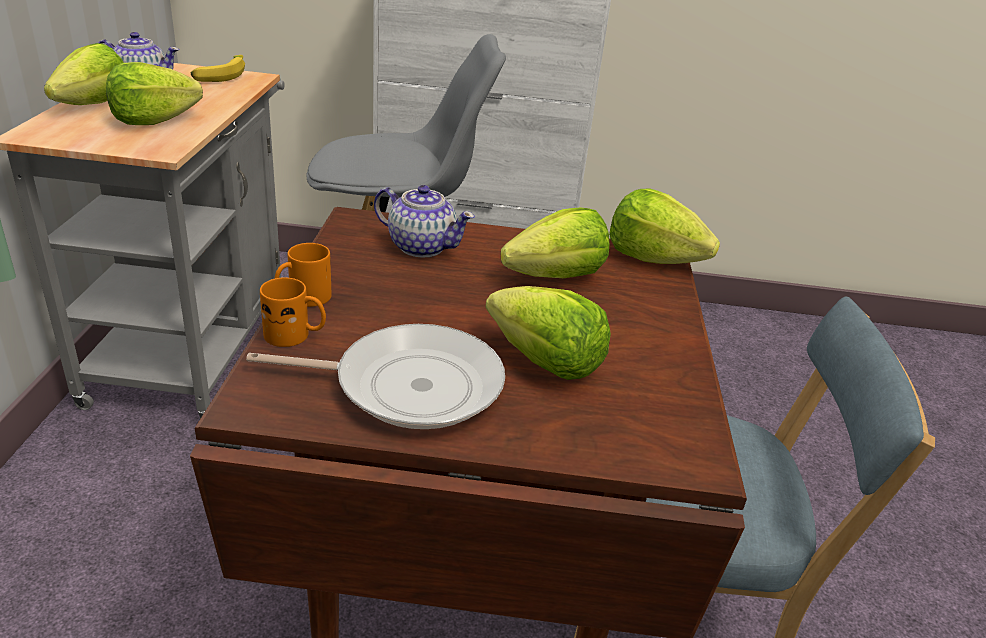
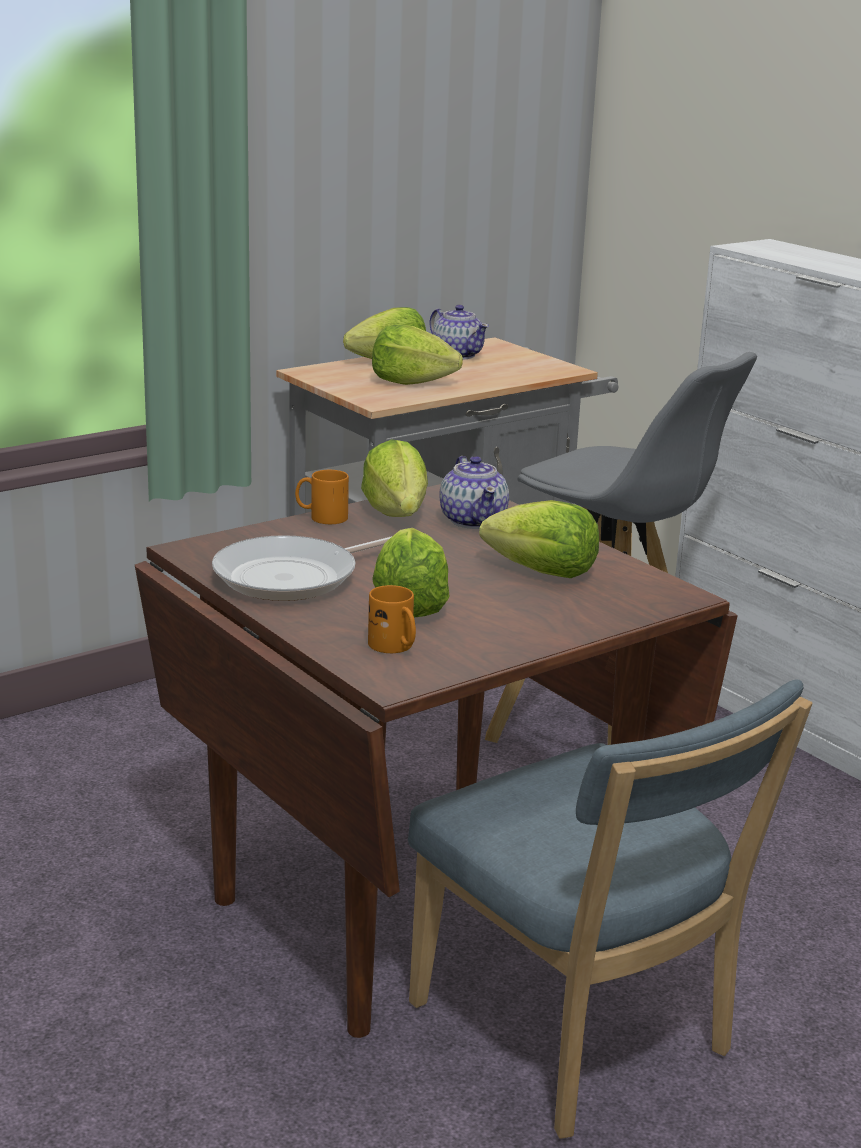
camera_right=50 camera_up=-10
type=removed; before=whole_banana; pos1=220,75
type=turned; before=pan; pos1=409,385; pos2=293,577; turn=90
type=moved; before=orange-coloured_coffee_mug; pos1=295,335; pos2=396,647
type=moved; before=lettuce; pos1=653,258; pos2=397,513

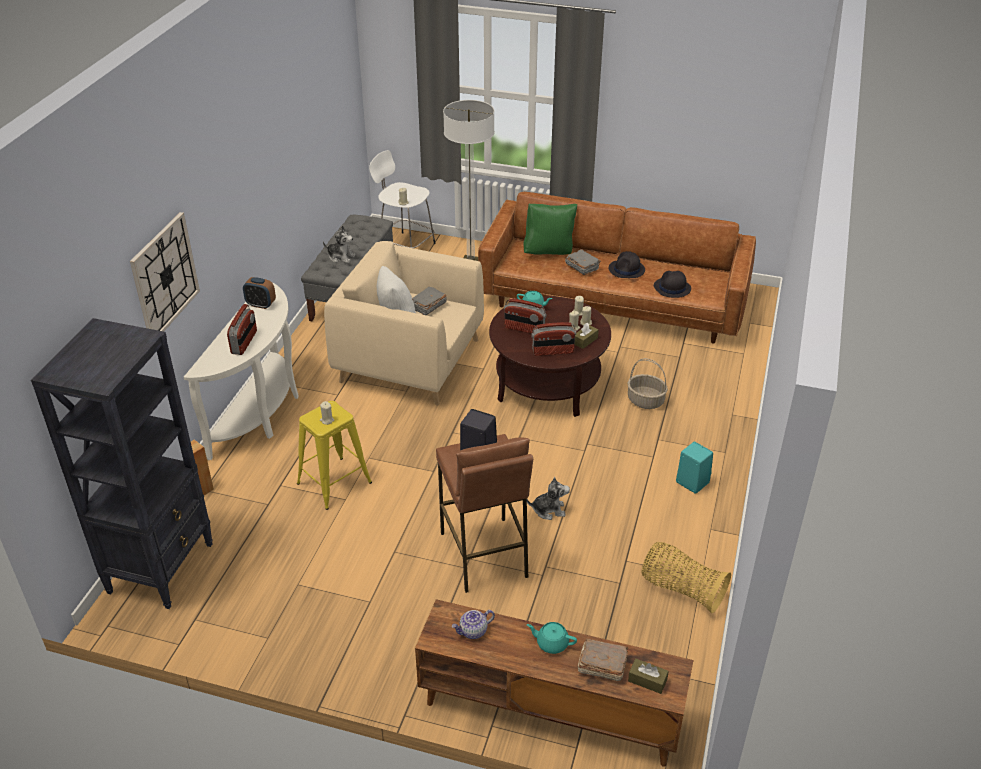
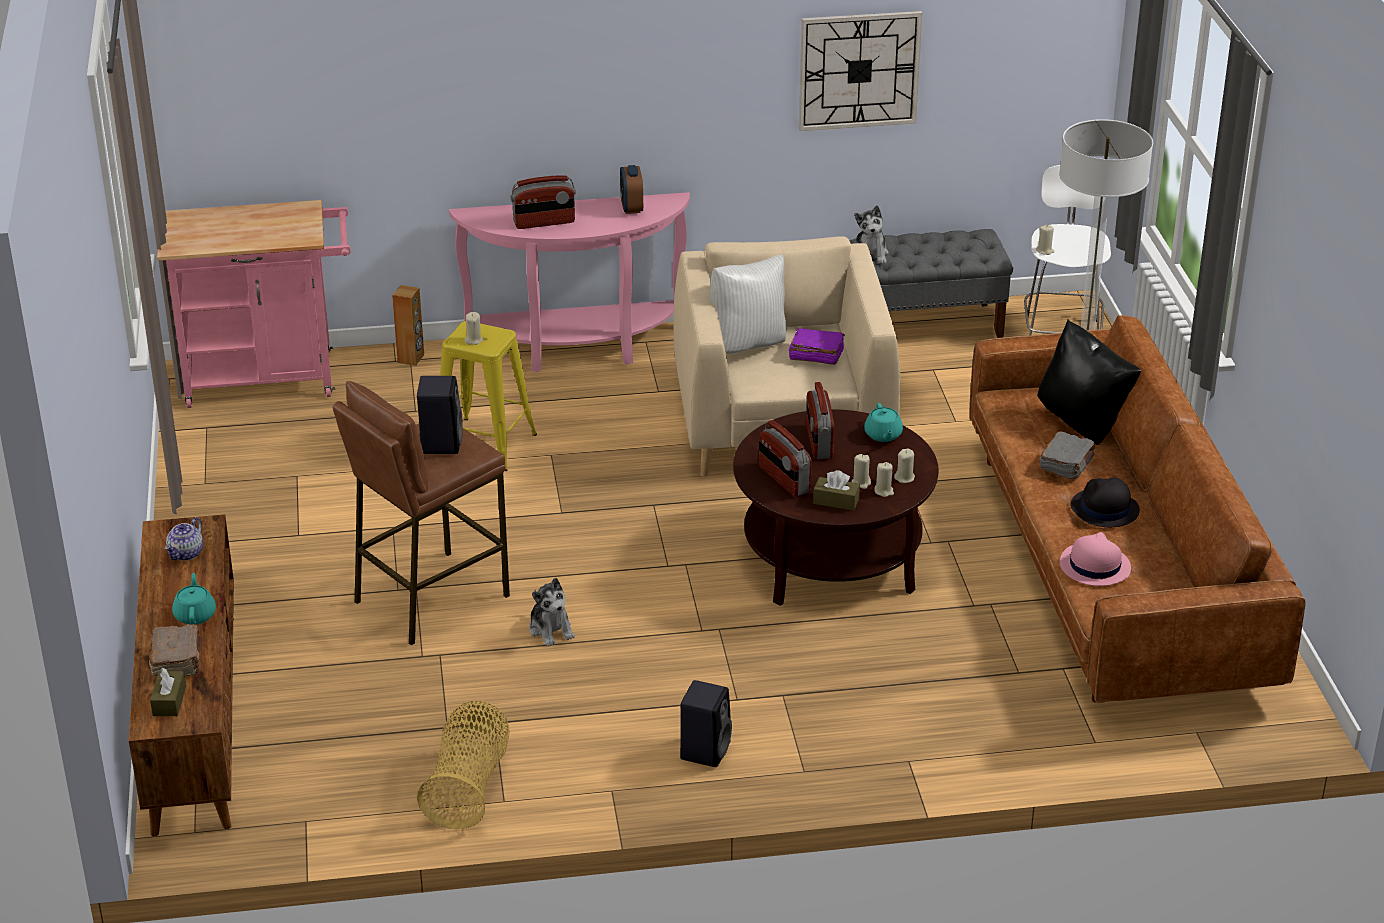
camera_right=65 camera_up=-5
type=replaced; before=black-coloured_shelving_unit; after=pink-coloured_cart; pos1=162,567; pos2=270,378
type=moved; before=clock_on_the_wall; pos1=165,276; pos2=859,70
type=recoloured; before=white-coloured_narrow_table; after=pink-coloured_narrow_table; pos1=262,413; pos2=577,349
type=recoloured; before=gray_book; after=purple_book; pos1=428,306; pos2=815,355
type=turned; before=tea_pot; pos1=473,631; pos2=186,554; turn=-105
type=recoloured; before=greenish_pillow; after=black-coloured_pillow; pos1=549,251; pos2=1083,424
type=removed; before=basket; pos1=646,400
type=recoloured; before=black-coloured_wearable_hat; after=pink-coloured_wearable_hat; pos1=672,288; pos2=1094,566
type=recoloured; before=blue-green_speaker; after=black-coloured_speaker; pos1=691,482; pos2=705,749

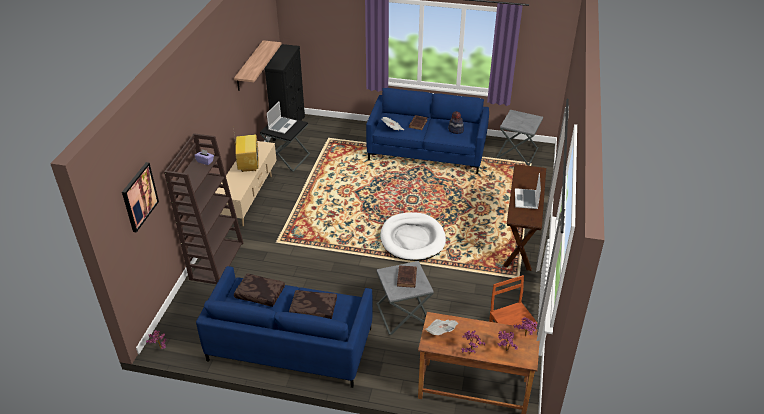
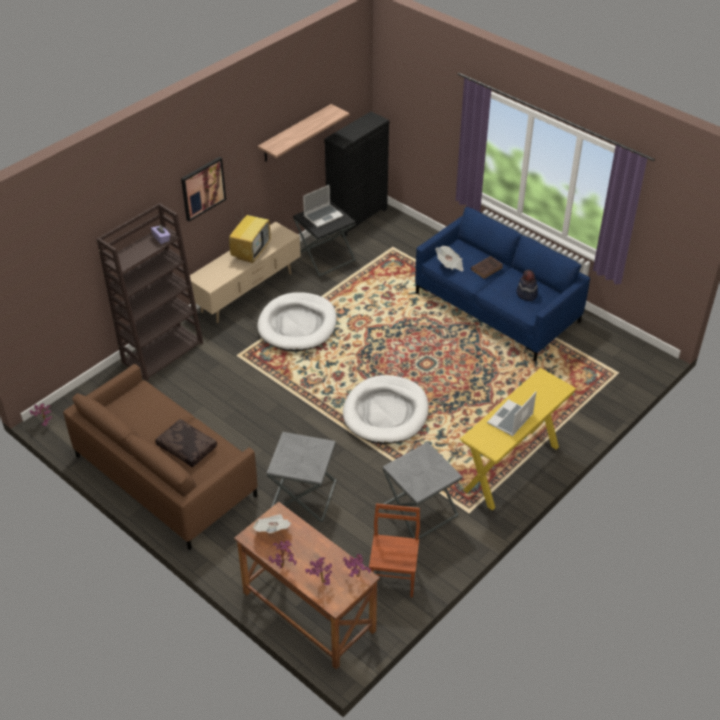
camera_right=30 camera_up=5
type=moved; before=wall_art; pos1=139,196; pos2=202,188
type=recoloured; before=blue_settee; after=brownish_settee; pos1=290,344; pos2=165,475
type=removed; before=brownish_pillow; pos1=259,294
type=removed; before=brownish_book; pos1=406,278
type=moved; before=gray_end_table; pos1=517,153; pos2=420,511
type=recoloured; before=brownish_narrow_table; after=yellow-coloured_narrow_table; pos1=520,241; pos2=511,468
type=added; after=white-coloured_dog_bed; pos2=297,325

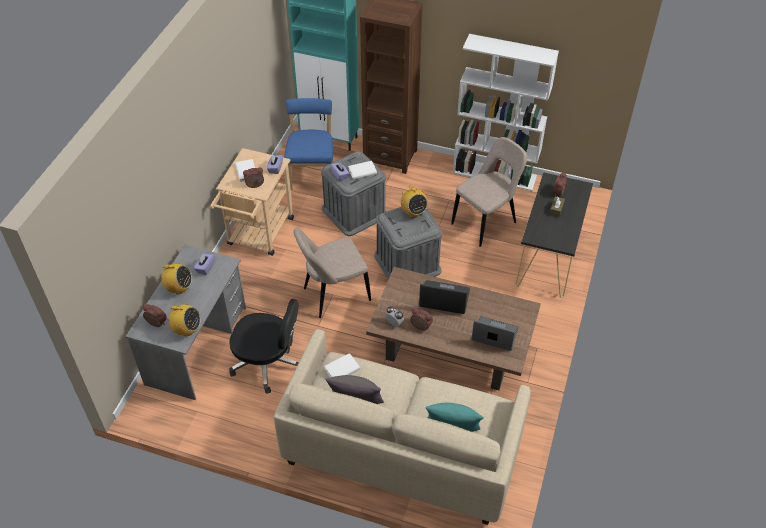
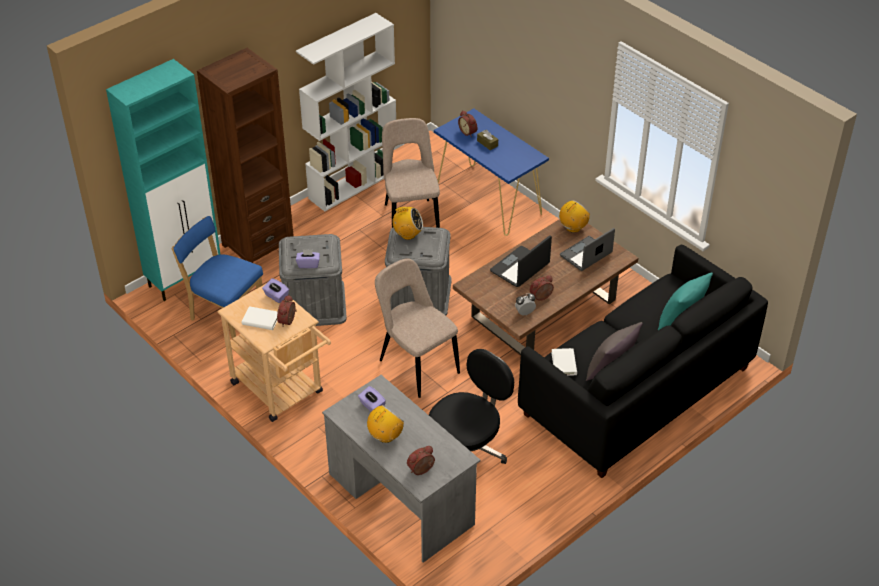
camera_right=-60 camera_up=-5
type=moved; before=radio_receiver; pos1=187,330; pos2=573,228
type=recoloured; before=beige-coloured_settee; after=black-coloured_settee; pos1=401,450; pos2=636,391
type=turned; before=beige-coloured_upright_chair; pos1=333,295; pos2=416,365; turn=135
type=removed; before=white-coloured_book; pos1=362,171
type=recoloured; before=black-coloured_narrow_table; after=blue_narrow_table; pos1=548,257; pos2=489,200

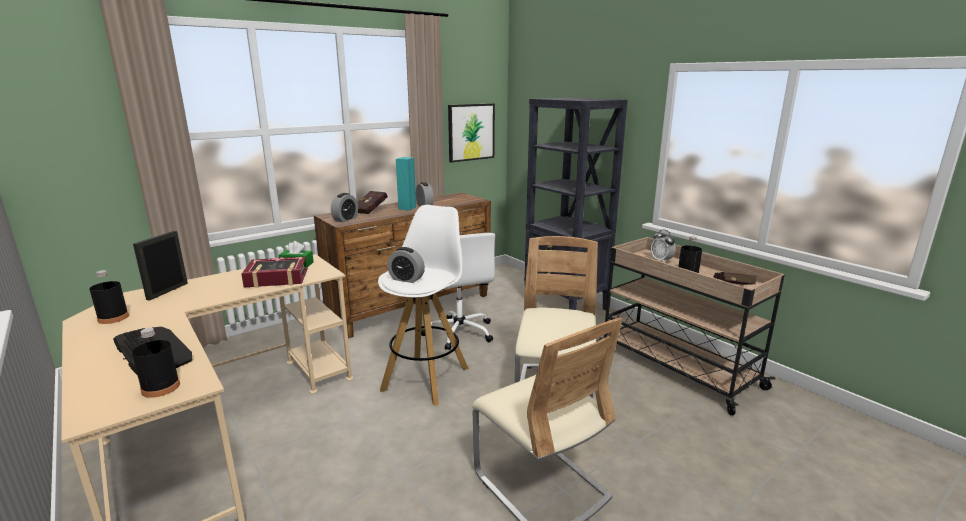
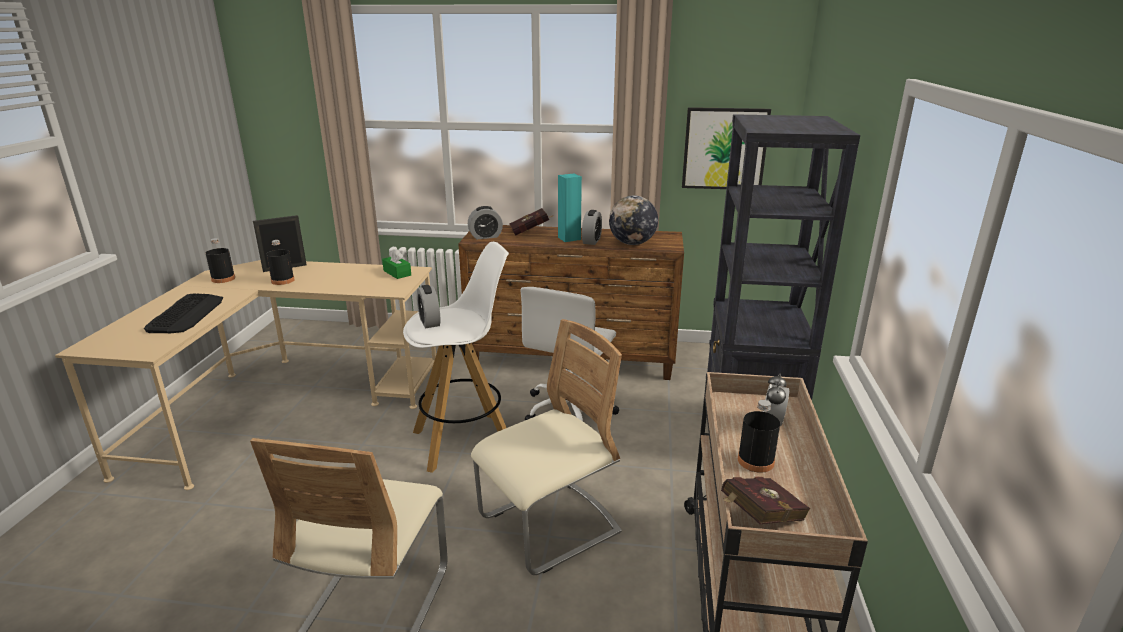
camera_right=45 camera_up=5
type=moved; before=black-coloured_bottle; pos1=161,387; pos2=282,280
type=removed; before=book; pos1=276,278
type=added; after=globe; pos2=632,243

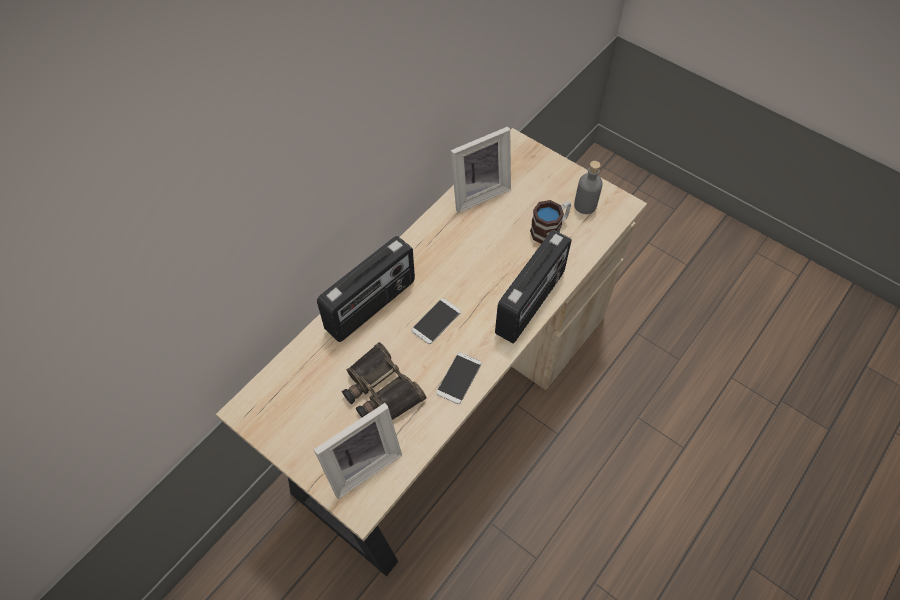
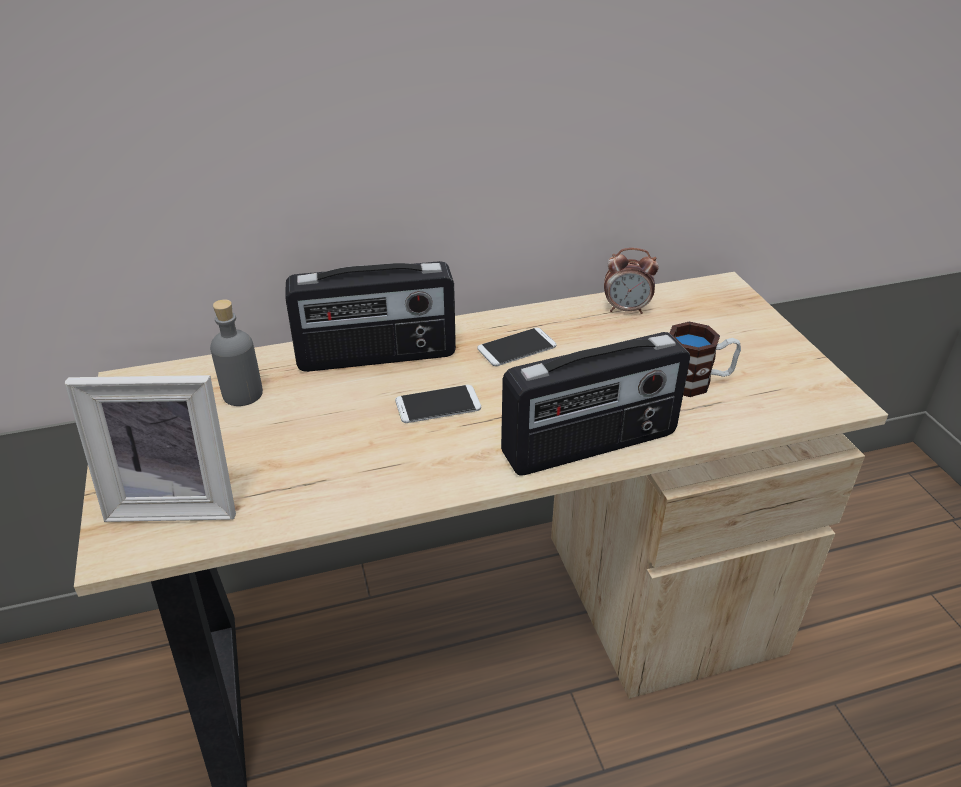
camera_right=35 camera_up=-20
type=removed; before=pair_of_binoculars; pos1=380,390
type=moved; before=handset; pos1=459,378; pos2=517,348
type=replaced; before=picture_frame; after=alarm_clock; pos1=477,192; pos2=626,309
type=moved; before=gray_bottle; pos1=585,205; pos2=242,394

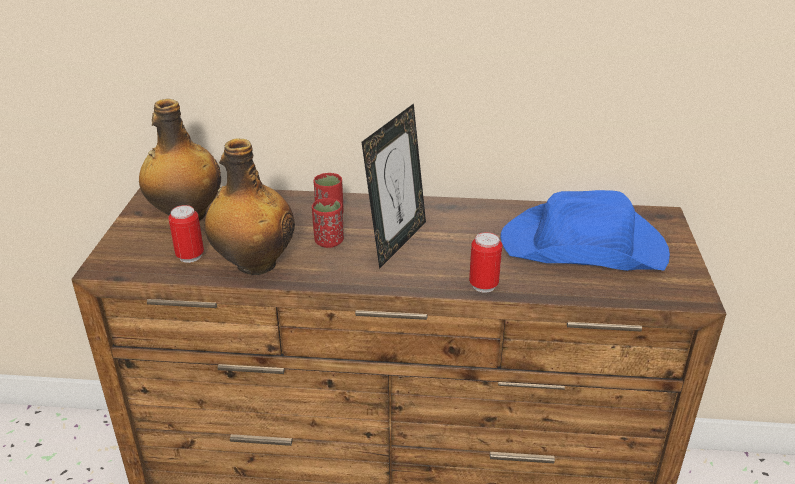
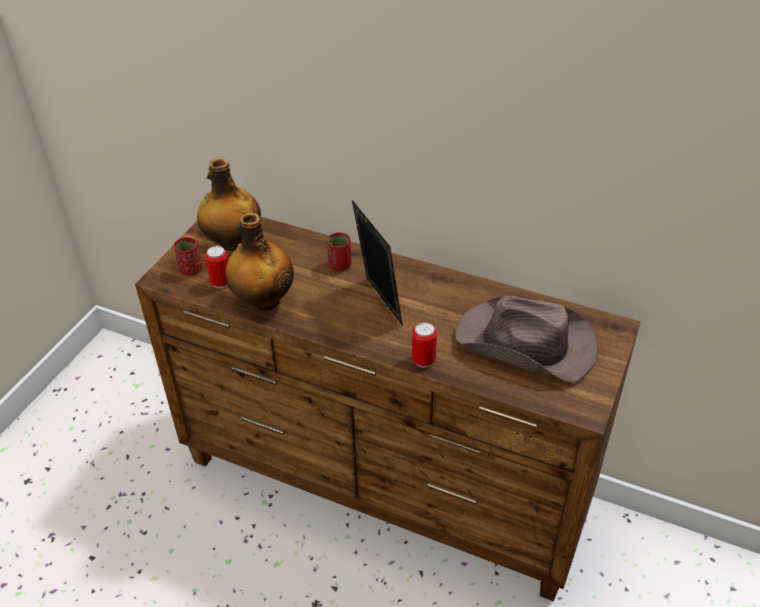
camera_right=20 camera_up=10
type=moved; before=red_drinking_cup; pos1=329,241; pos2=191,269
type=turned; before=picture_frame; pos1=396,242; pos2=378,304; turn=-75
type=recoloured; before=blue_wearable_hat; after=brownish_wearable_hat; pos1=585,248; pos2=526,344

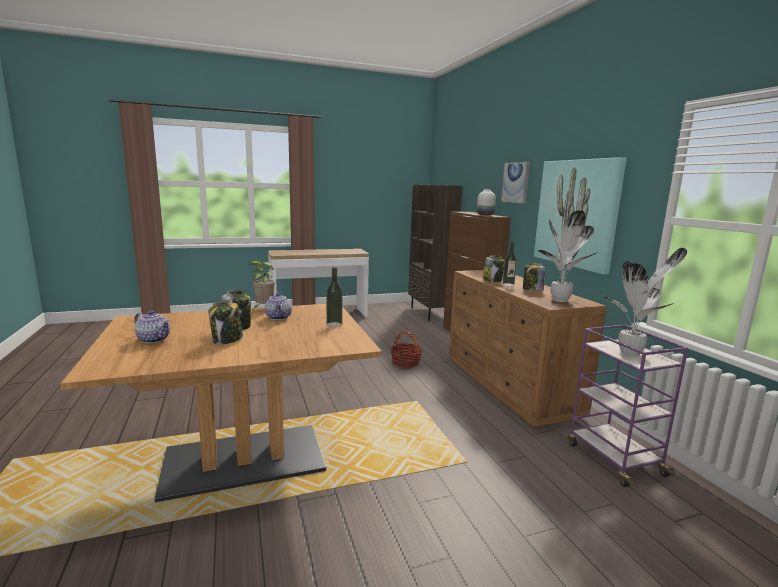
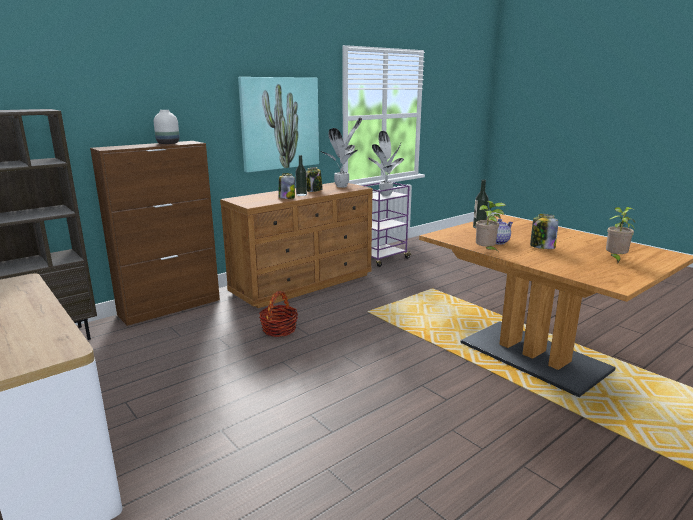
camera_right=-110 camera_up=5
type=replaced; before=tea_pot; after=houseplant; pos1=154,339; pos2=615,259
type=removed; before=preserve_jar; pos1=227,340
type=removed; before=wall_art; pos1=516,182

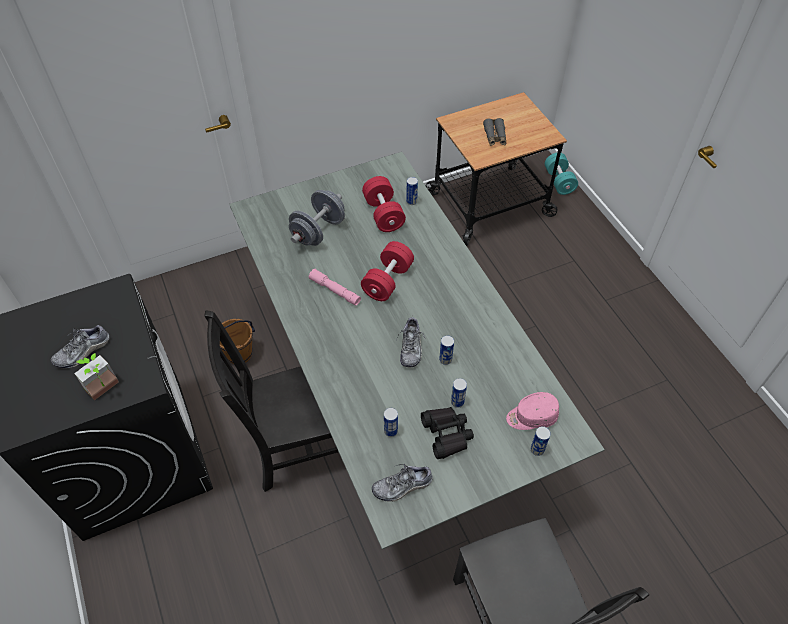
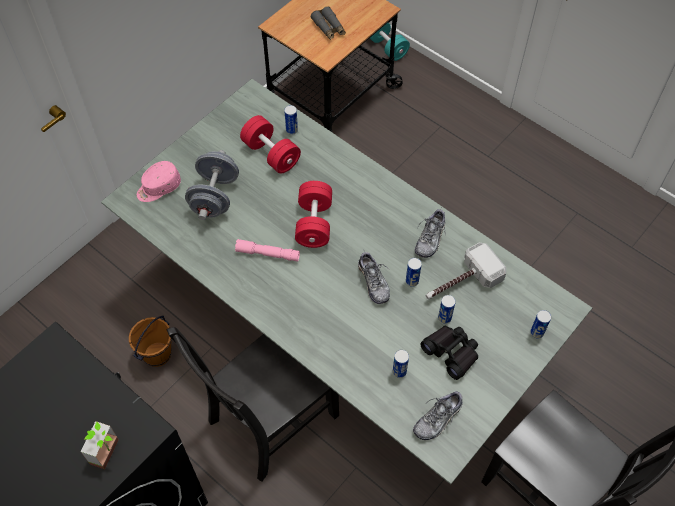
camera_right=-25 camera_up=5
type=moved; before=shoe; pos1=83,351; pos2=430,238
type=moved; before=pink-coloured_peaked_cap; pos1=531,417; pos2=158,187
type=added; after=hand_hammer; pos2=460,283

